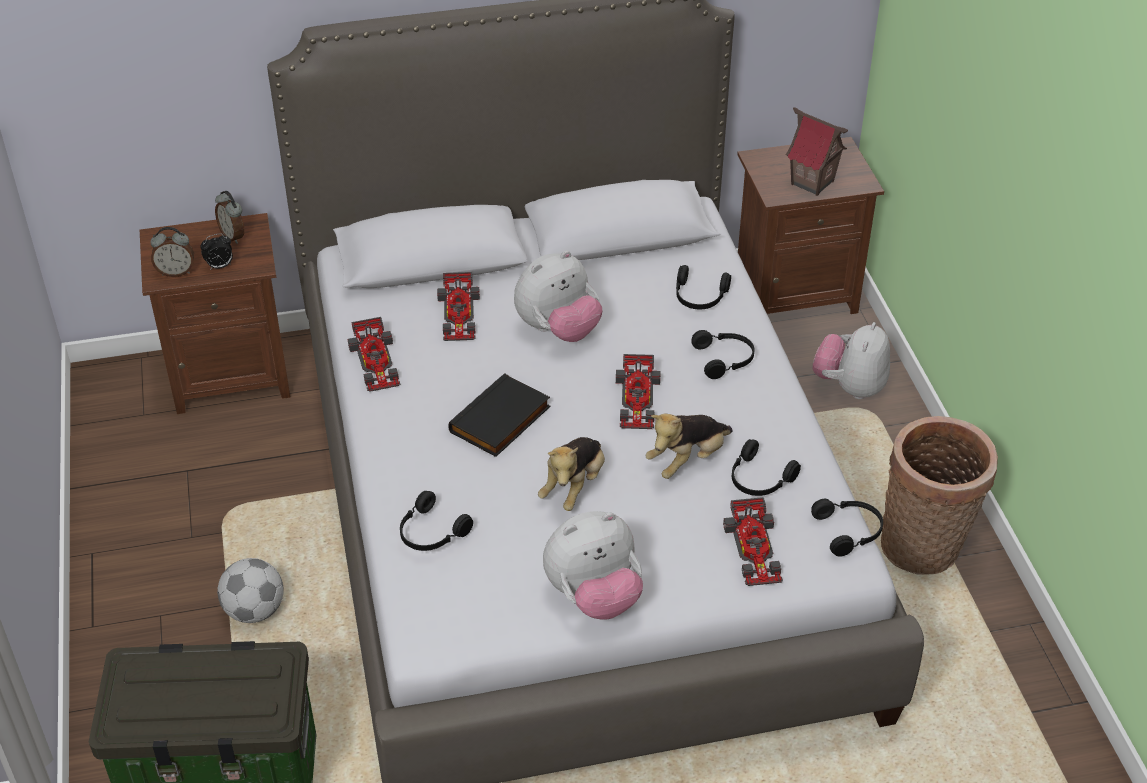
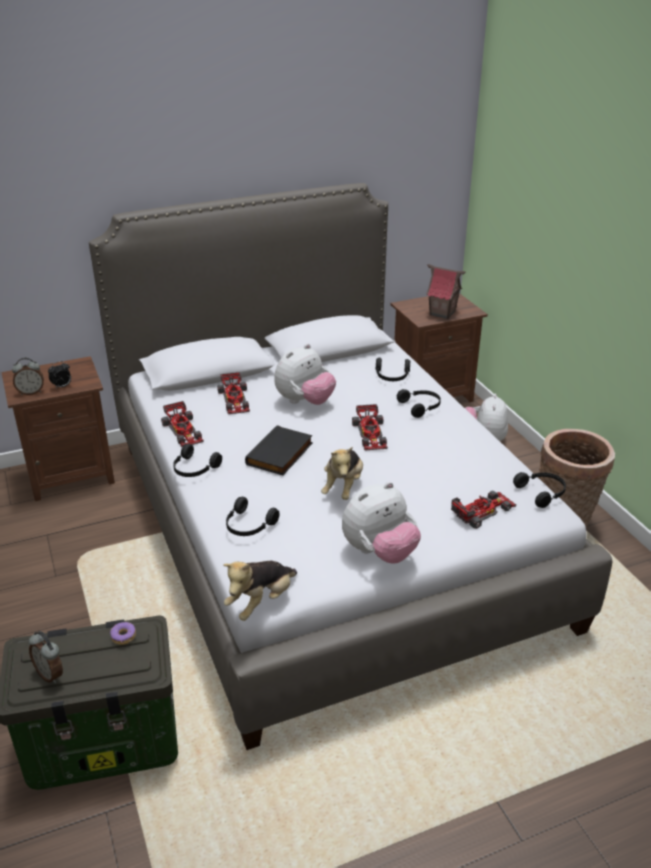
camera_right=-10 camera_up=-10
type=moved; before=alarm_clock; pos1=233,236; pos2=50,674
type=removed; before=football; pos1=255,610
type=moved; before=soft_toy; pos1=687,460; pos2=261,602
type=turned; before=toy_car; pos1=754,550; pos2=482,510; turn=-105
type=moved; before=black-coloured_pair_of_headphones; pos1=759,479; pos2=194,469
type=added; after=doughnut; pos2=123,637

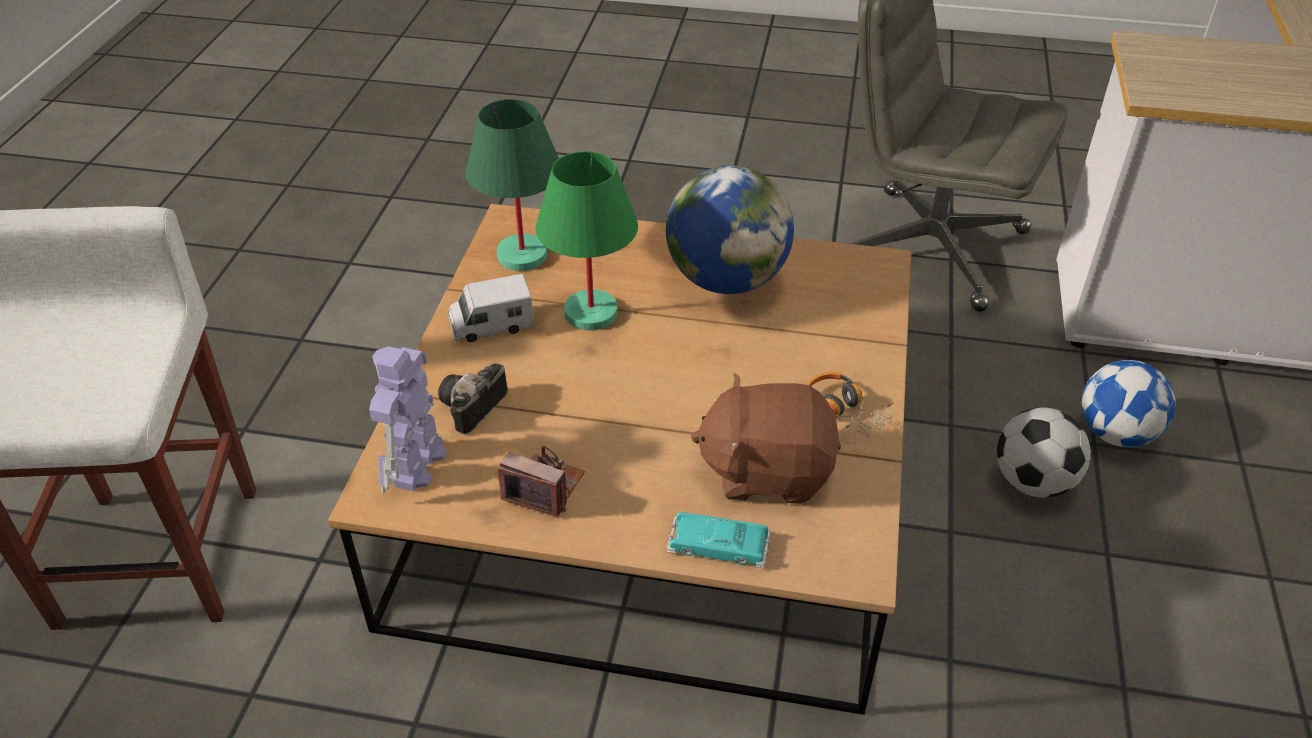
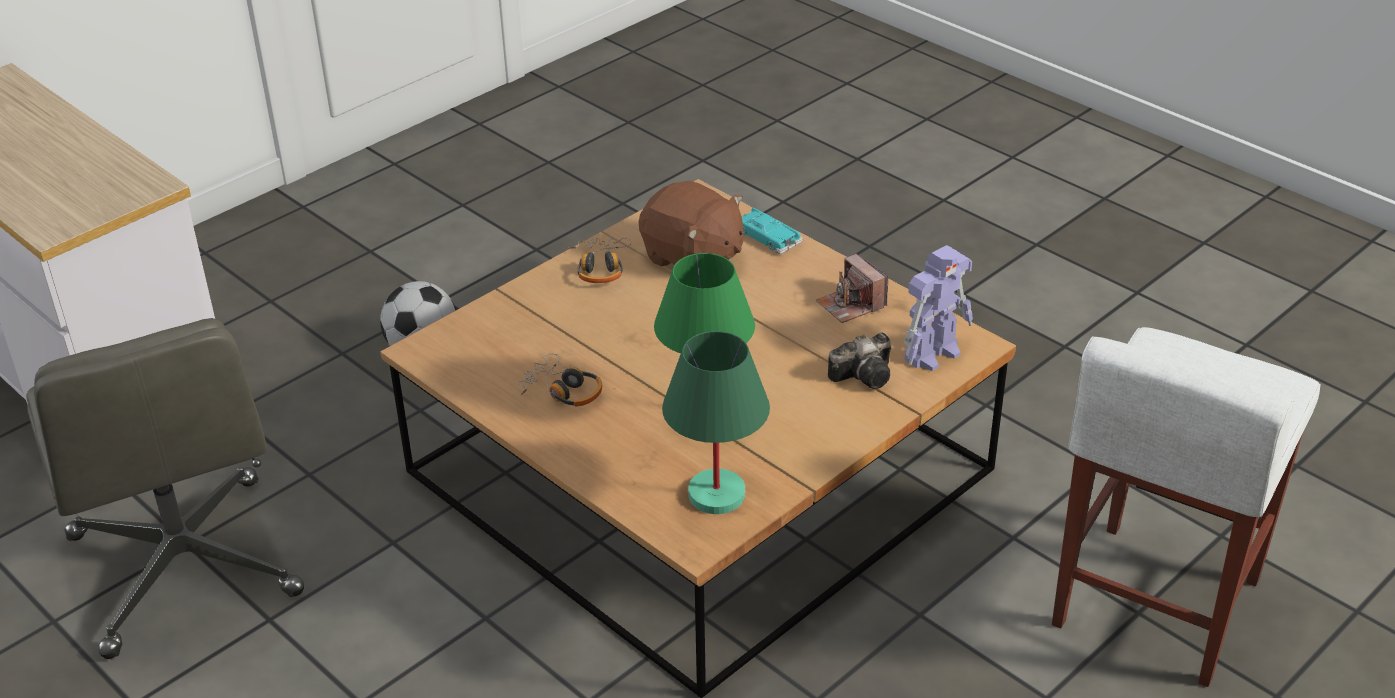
camera_right=-145 camera_up=-5
type=removed; before=toy_lorry; pos1=491,325
type=replaced; before=globe; after=pair_of_headphones; pos1=726,280; pos2=562,390
type=removed; before=football; pos1=1116,434

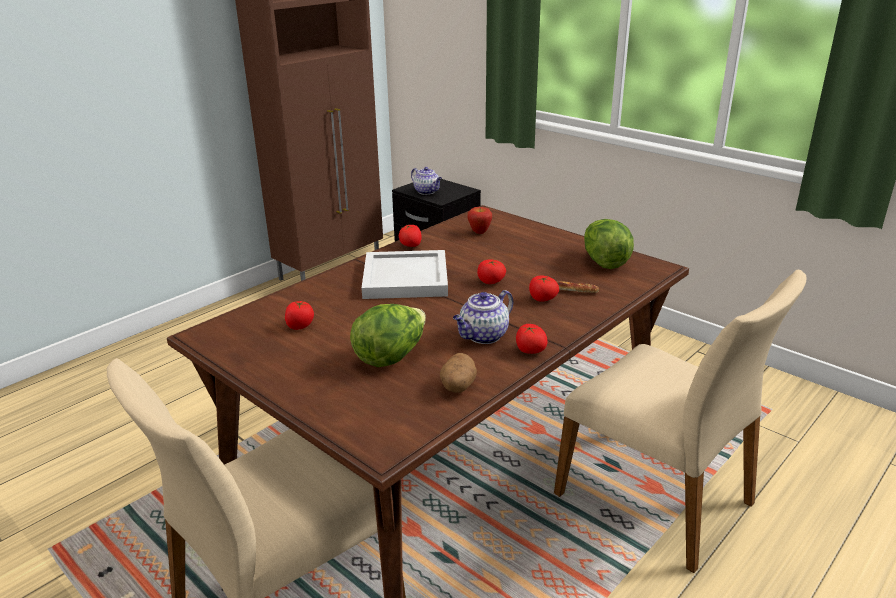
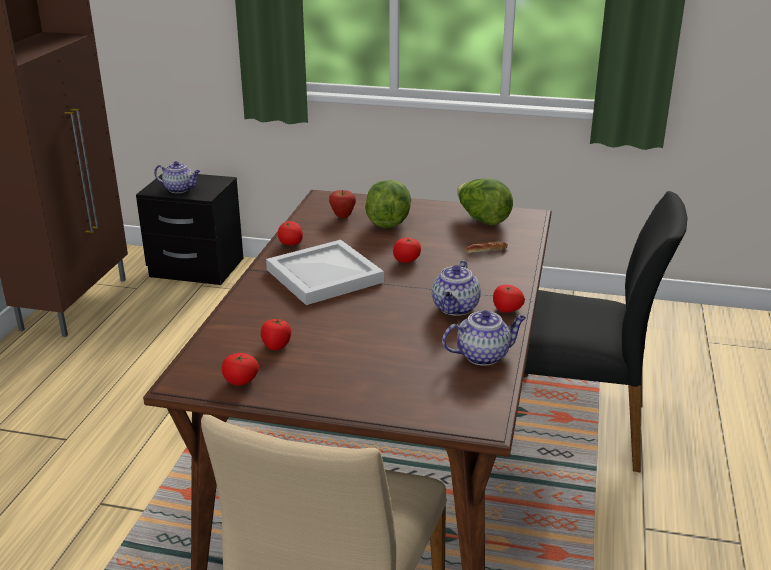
camera_right=-30 camera_up=0
type=moved; before=lettuce; pos1=391,356; pos2=388,221
type=replaced; before=potato; after=tea_pot; pos1=457,387; pos2=483,355
type=moved; before=whole_tomato; pos1=542,299; pos2=240,381
type=recoloured; before=beige-coloured_upright_chair; after=black-coloured_upright_chair; pos1=657,498; pos2=572,425

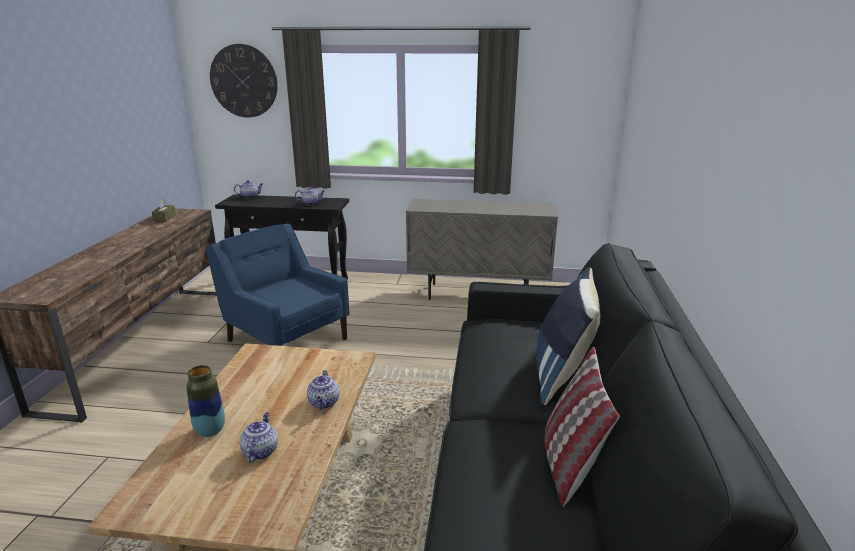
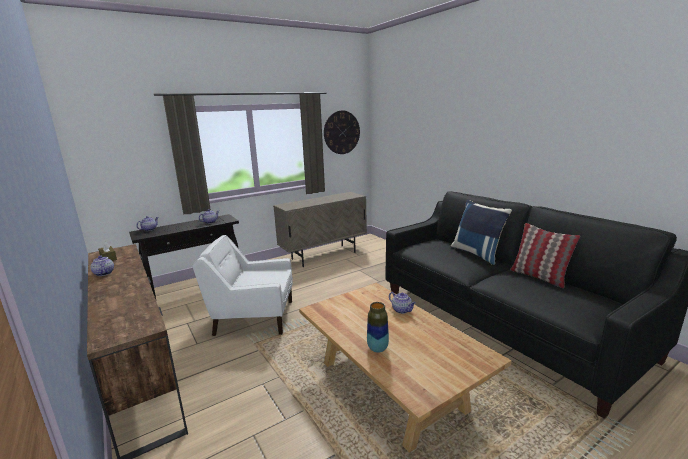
camera_right=-40 camera_up=-5
type=recoloured; before=blue_lounge_chair; after=white-coloured_lounge_chair; pos1=286,339; pos2=253,317
type=moved; before=clock_on_the_wall; pos1=244,81; pos2=341,132
type=moved; before=tea_pot; pos1=260,451; pos2=103,273

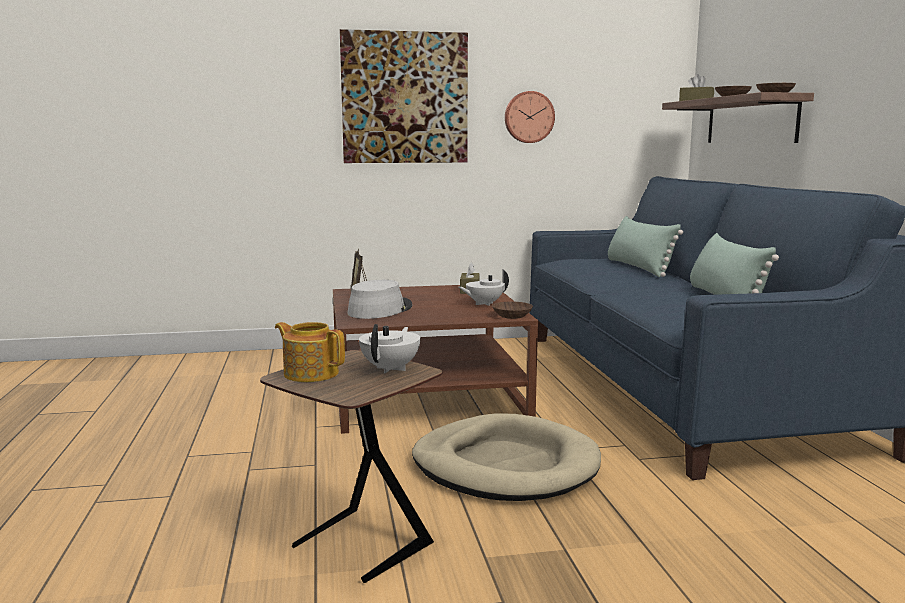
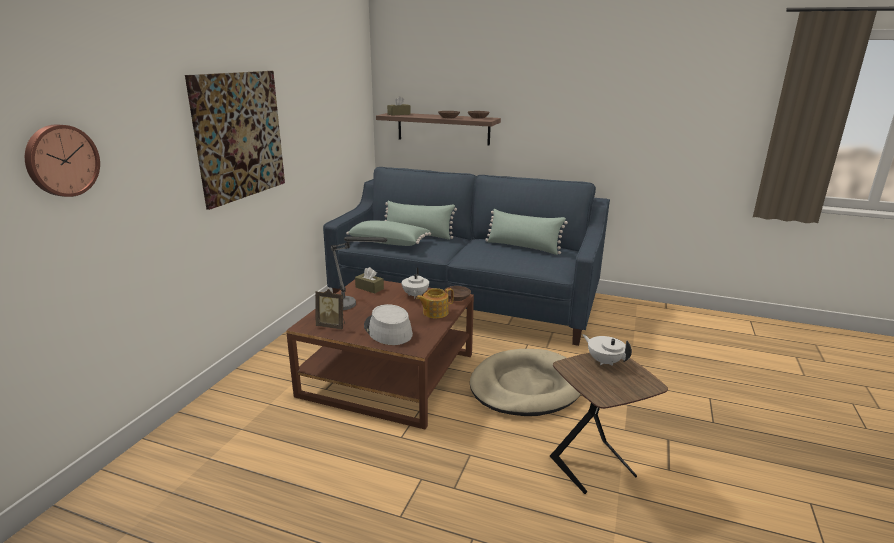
camera_right=-60 camera_up=10
type=moved; before=tea_pot; pos1=310,373; pos2=434,312
type=moved; before=clock_on_the_wall; pos1=528,117; pos2=61,160
type=added; after=tabletop_lamp; pos2=350,305
type=added; after=greenish_pillow; pos2=389,242

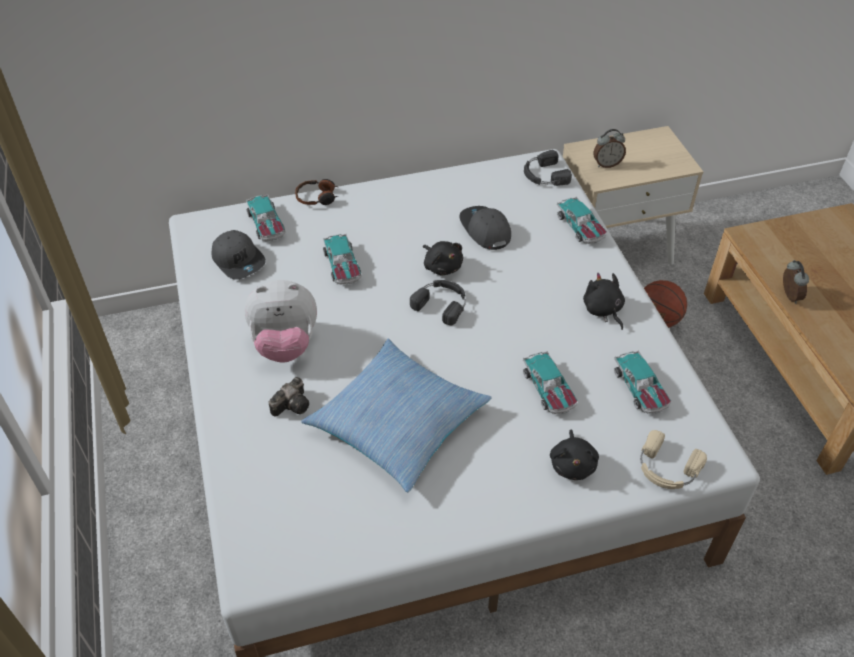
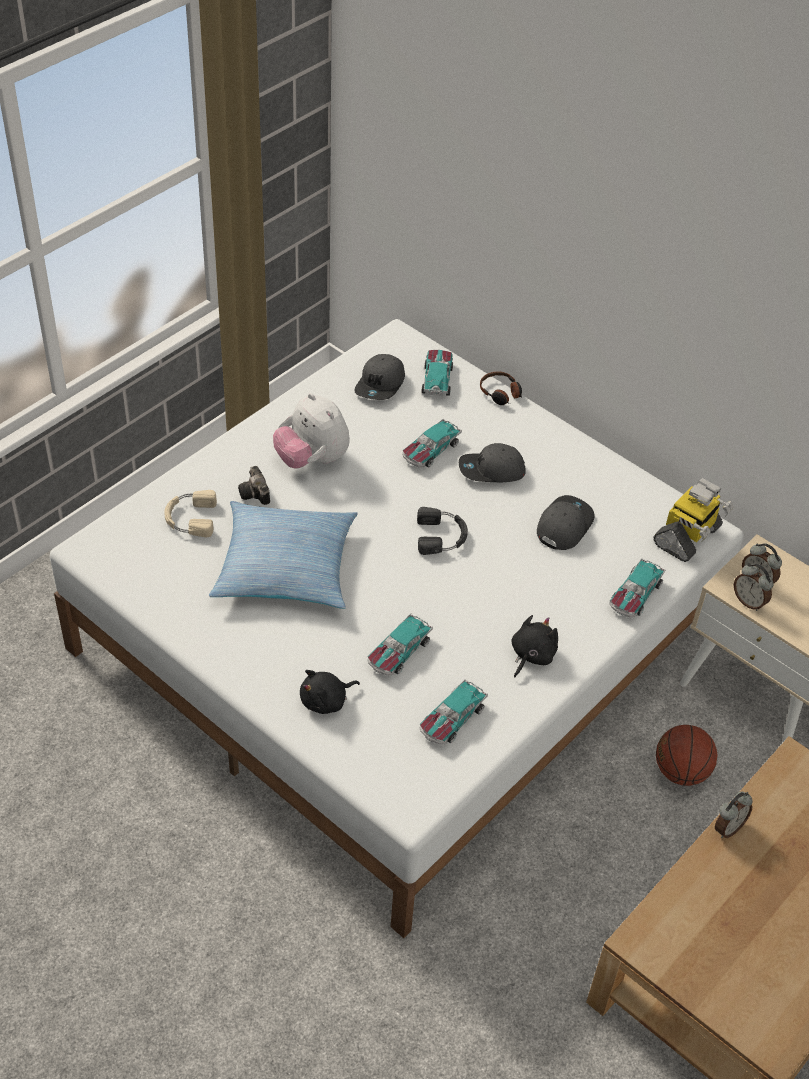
camera_right=55 camera_up=0
type=turned; before=toy_car; pos1=266,225; pos2=437,379; turn=150
type=turned; before=photo_camera; pos1=293,404; pos2=255,494; turn=60
type=removed; before=black-coloured_soft_toy; pos1=442,266
type=replaced; before=black-coloured_pair_of_headphones; after=toy_robot; pos1=544,175; pos2=687,537
type=moved; before=beige-coloured_pair_of_headphones; pos1=666,468; pos2=190,518
type=added; after=gray_peaked_cap; pos2=491,471
type=added; after=alarm_clock; pos2=749,601

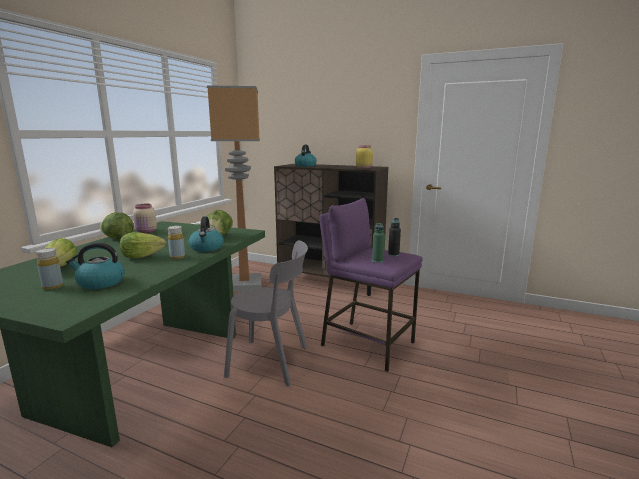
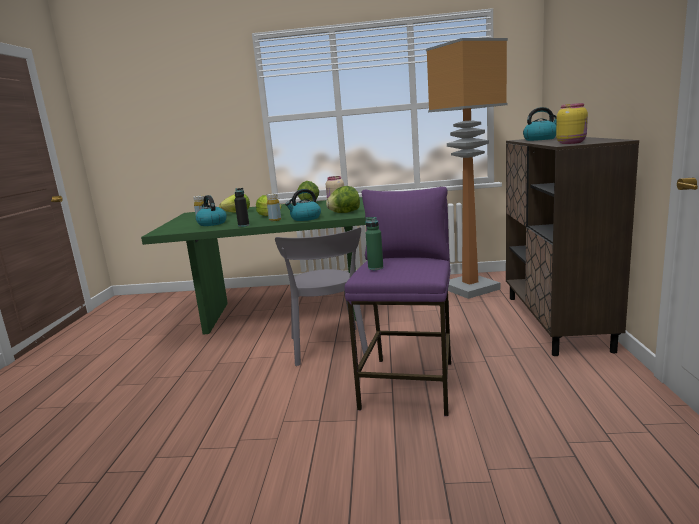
camera_right=70 camera_up=0
type=moved; before=black-coloured_bottle; pos1=393,255; pos2=243,225

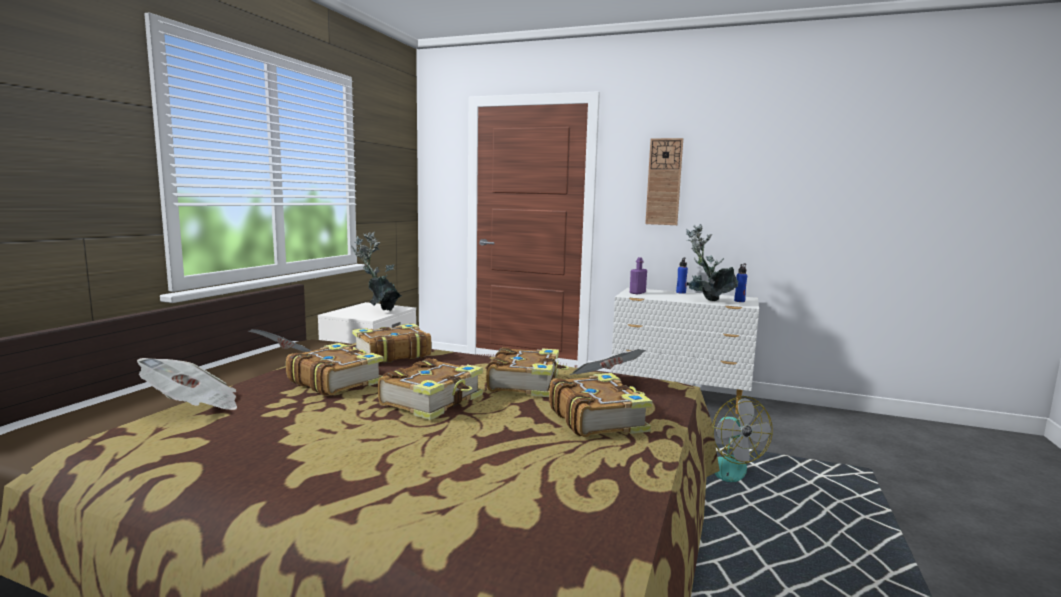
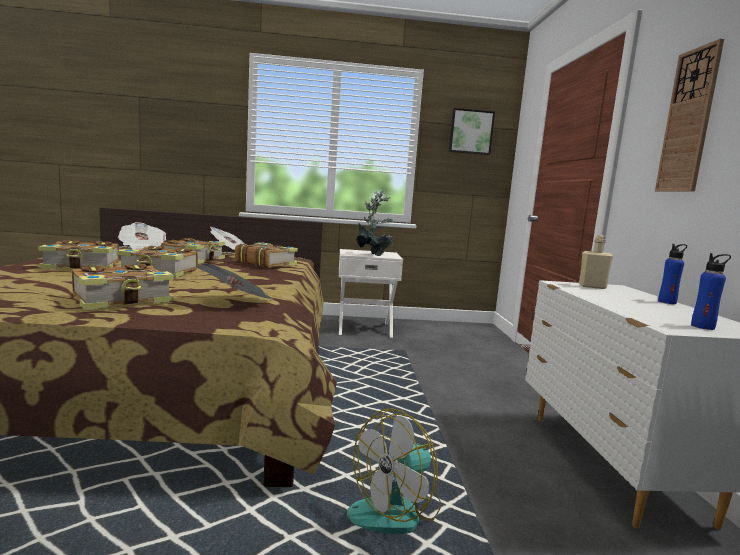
camera_right=65 camera_up=0
type=moved; before=book; pos1=526,383; pos2=83,266
type=recoloured; before=purple_bottle; after=beige-coloured_bottle; pos1=637,293; pos2=592,287
type=removed; before=houseplant; pos1=706,301
type=added; after=wall_art; pos2=470,132

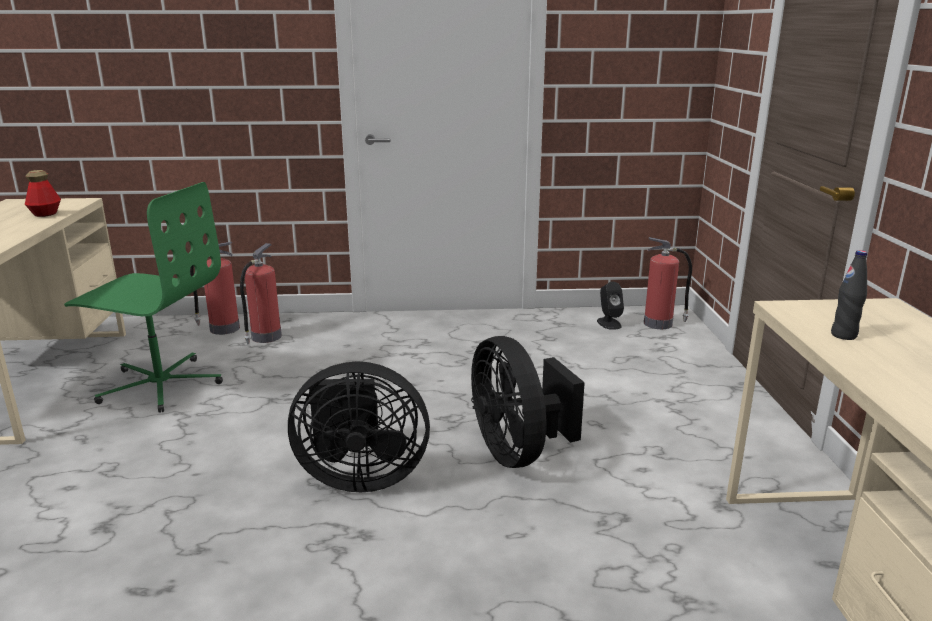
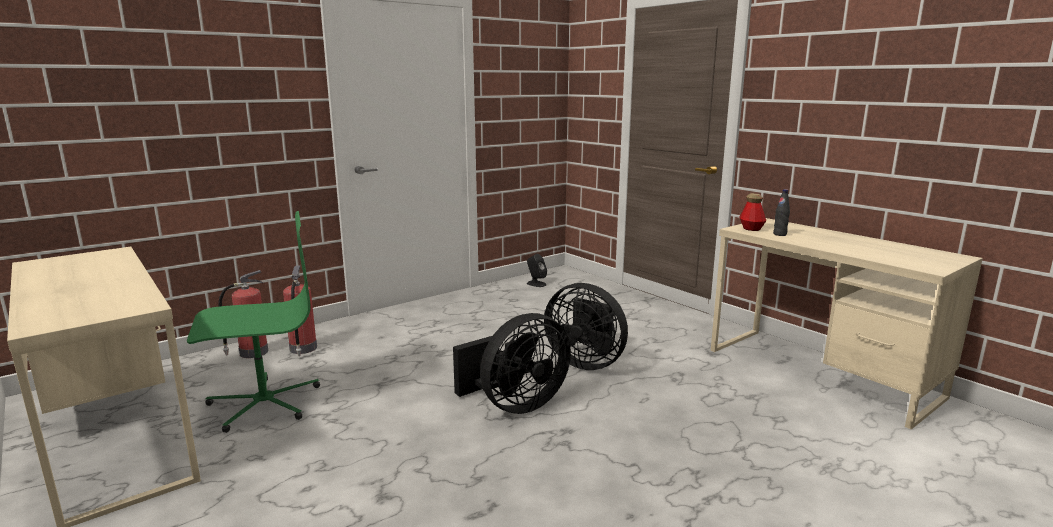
camera_right=-35 camera_up=-5
type=moved; before=bottle; pos1=45,214; pos2=751,229
type=removed; before=fire_extinguisher; pos1=659,324

